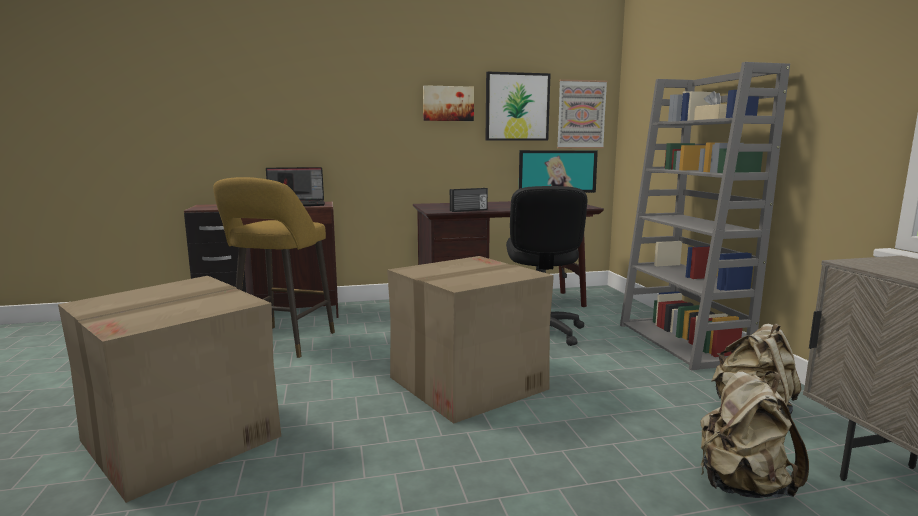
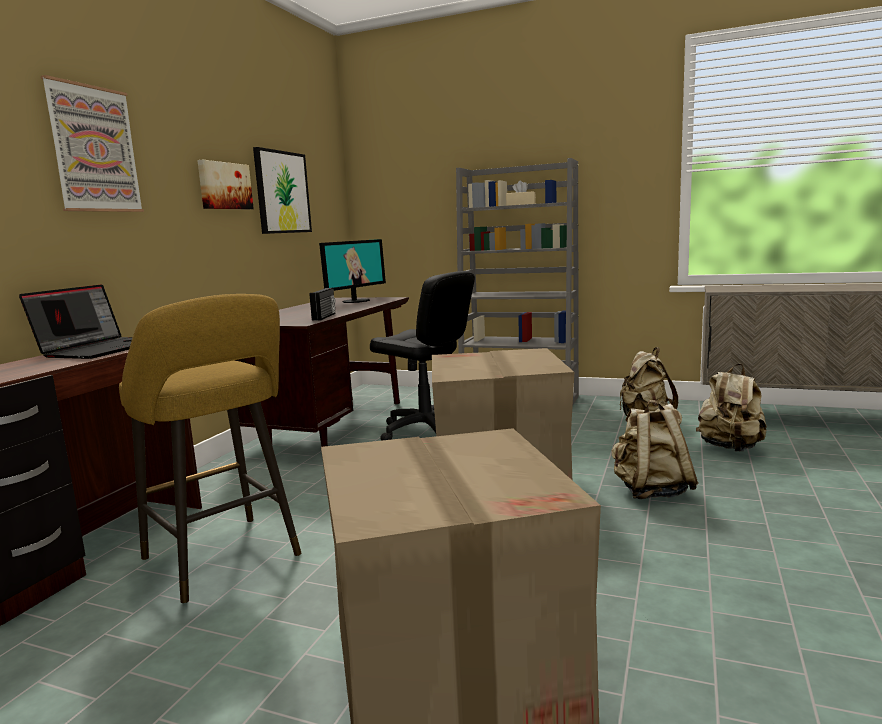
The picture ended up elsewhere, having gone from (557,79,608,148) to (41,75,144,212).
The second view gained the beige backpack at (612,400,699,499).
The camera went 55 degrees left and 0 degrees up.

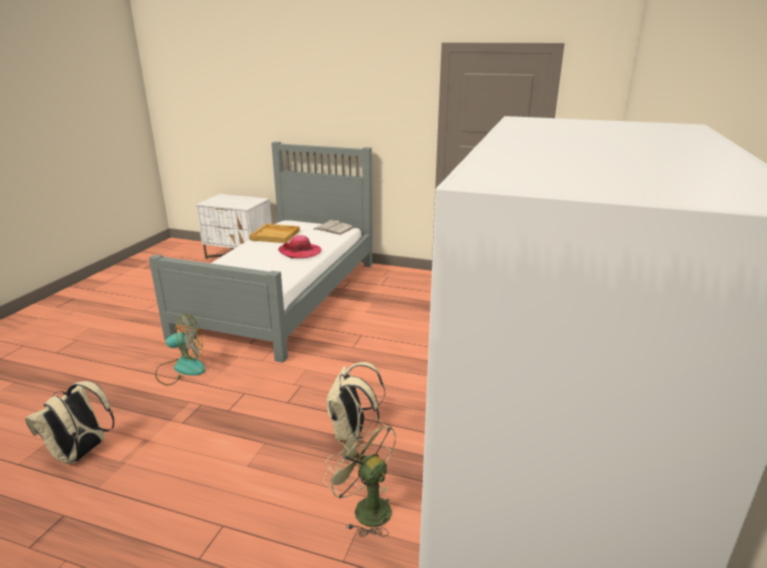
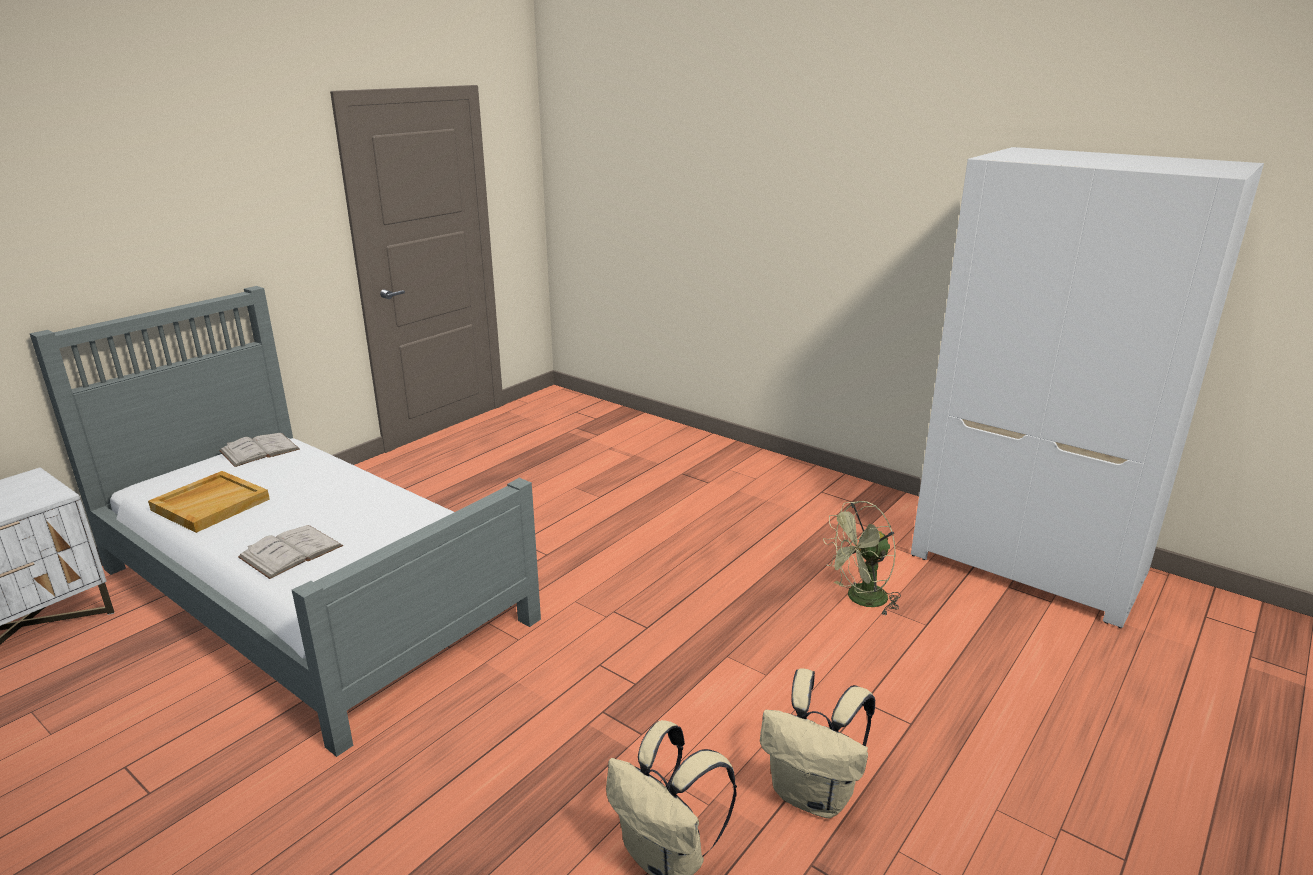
The second view lost the fan at (155,314,205,386).
The second view lost the hat at (278,235,322,258).
The beige backpack ended up elsewhere, having gone from (327,362,385,442) to (760,668,875,818).
The second view gained the white book at (238,525,343,579).
The camera went 70 degrees left and 0 degrees up.

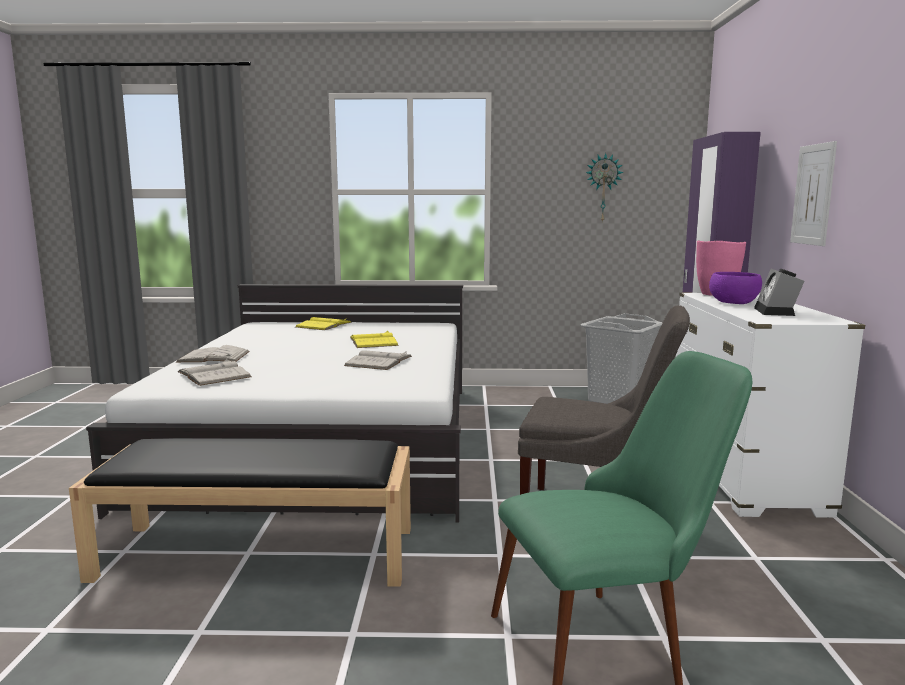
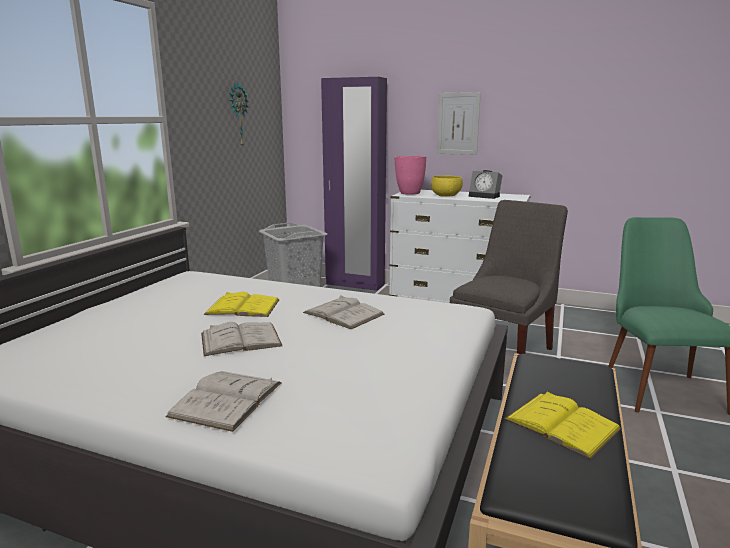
The white book ended up elsewhere, having gone from (178,359,252,386) to (201,322,283,356).
The yellow book ended up elsewhere, having gone from (296,317,352,330) to (504,392,621,459).
What was the purple bowl at (709,272,762,304) turned into the yellow bowl at (431,175,463,197).
The camera went 70 degrees left and 5 degrees up.

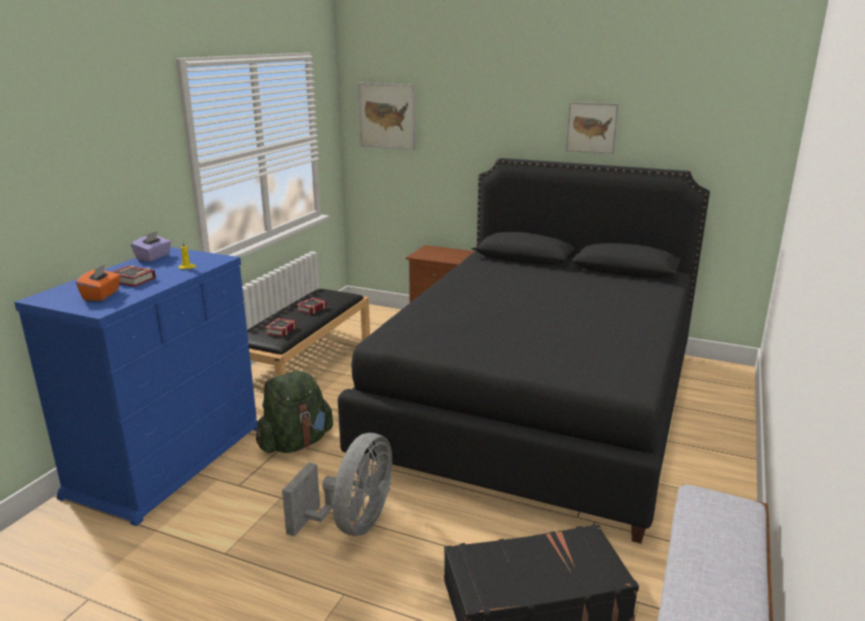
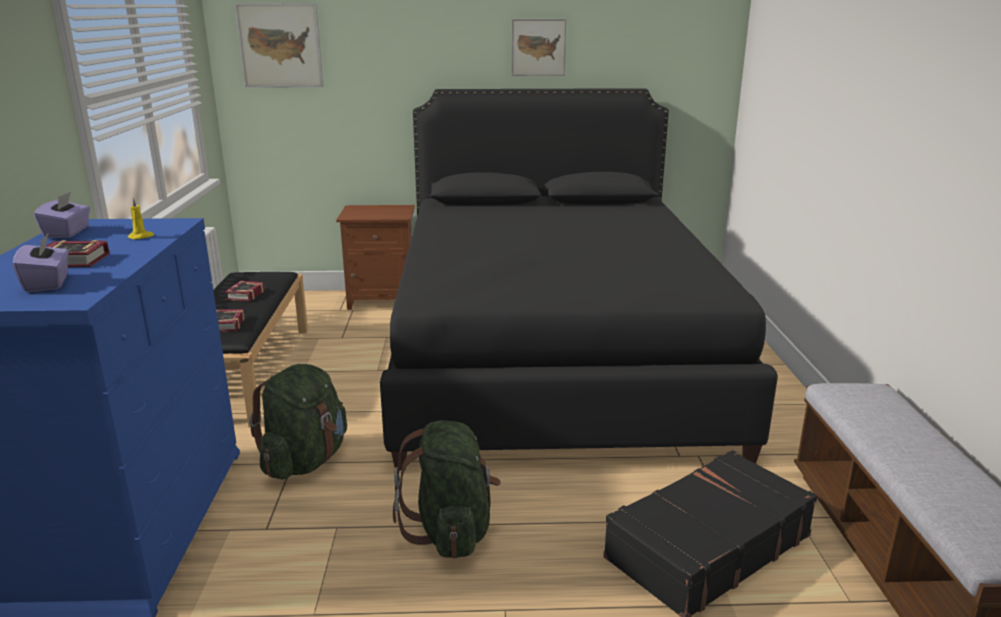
What was the orange tissue box at (76,264,120,301) turned into the purple tissue box at (13,234,69,292).
Where the grey fan stood at (282,433,392,537), the green backpack came to stand at (393,420,501,559).
The camera went 25 degrees left and 0 degrees up.

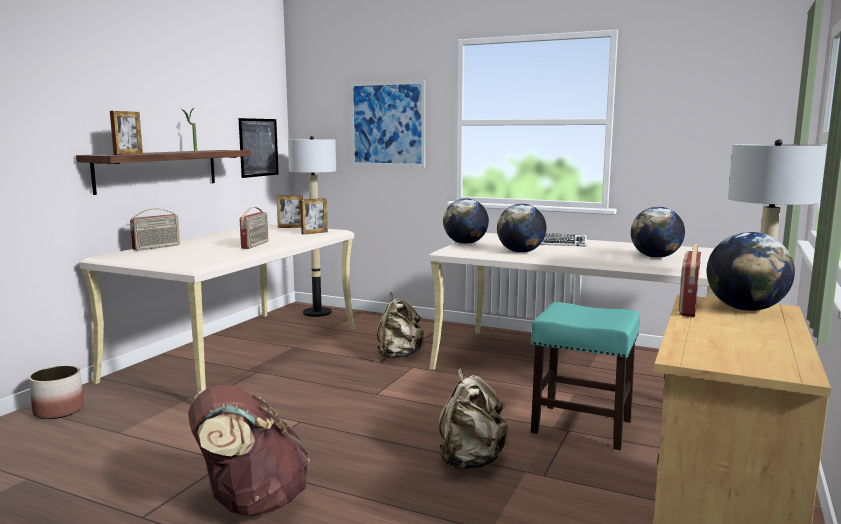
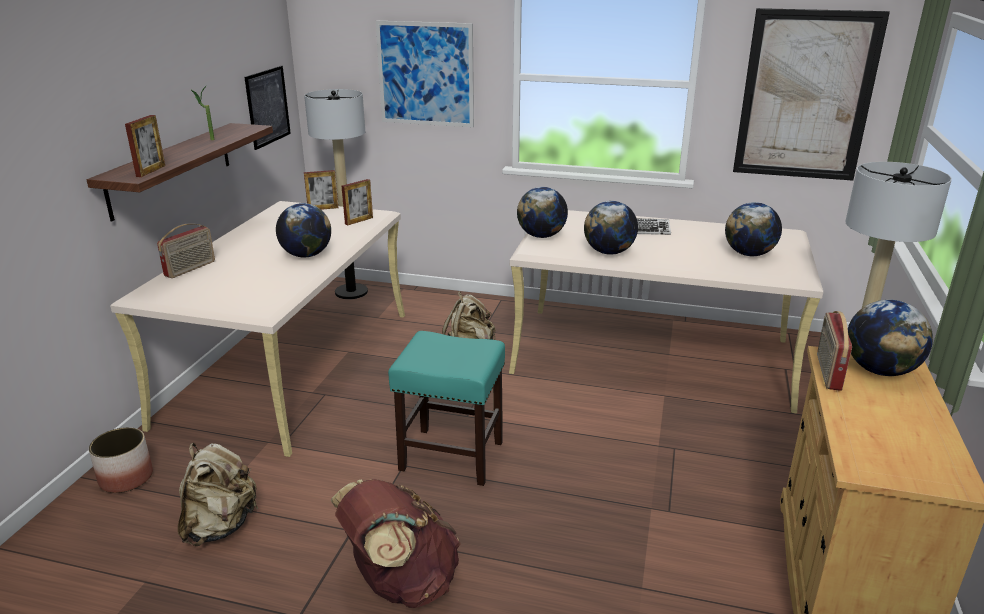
Where the radio stood at (240,207,268,249), the globe came to stand at (276,203,331,257).
The beige backpack ended up elsewhere, having gone from (438,368,509,470) to (178,443,258,546).
The turquoise stool ended up elsewhere, having gone from (531,302,640,450) to (388,331,505,486).
The second view gained the picture at (733,8,890,181).
The camera went 10 degrees left and 15 degrees up.

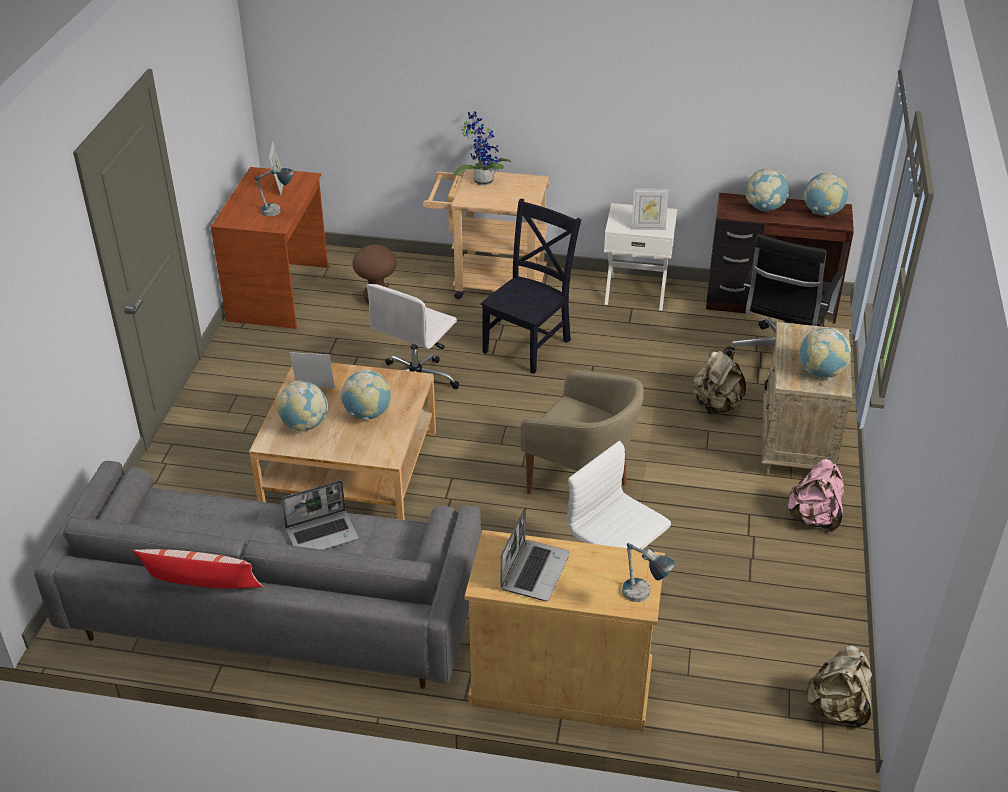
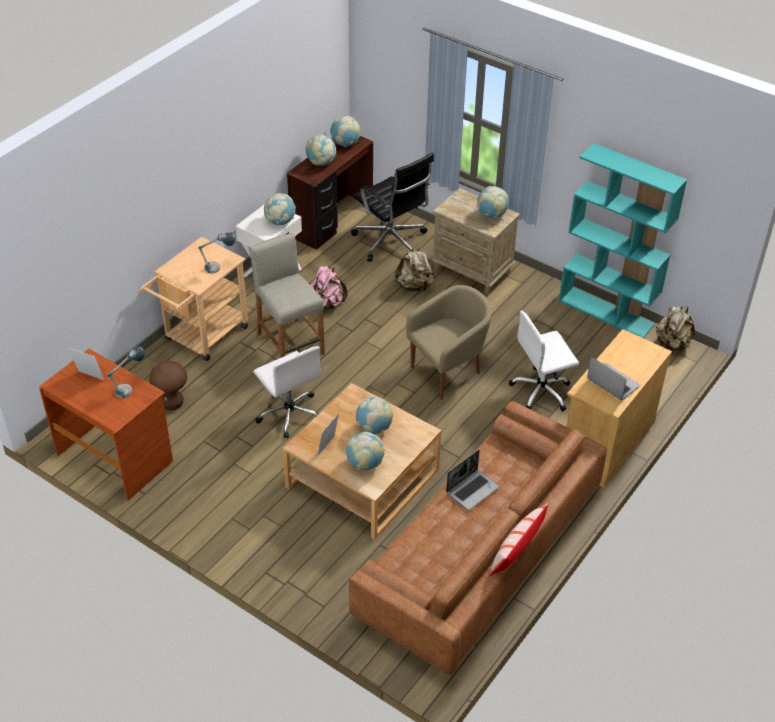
What was the grey sofa at (34,461,481,689) turned into the brown sofa at (349,401,607,675).
The laptop at (281,480,359,550) ended up facing another way, 45 degrees clockwise from before.
The second view lost the potted plant at (453,111,511,185).
Where the black chair stood at (481,198,581,374), the beige stool came to stand at (249,233,325,358).
The table lamp ended up elsewhere, having gone from (622,543,675,602) to (198,233,236,273).
Where the picture frame stood at (631,189,669,230), the globe came to stand at (264,193,296,225).
The pink backpack ended up elsewhere, having gone from (787,459,844,532) to (310,265,347,310).
The second view gained the turquoise bookcase at (559,143,687,338).
The camera went 65 degrees left and 5 degrees up.

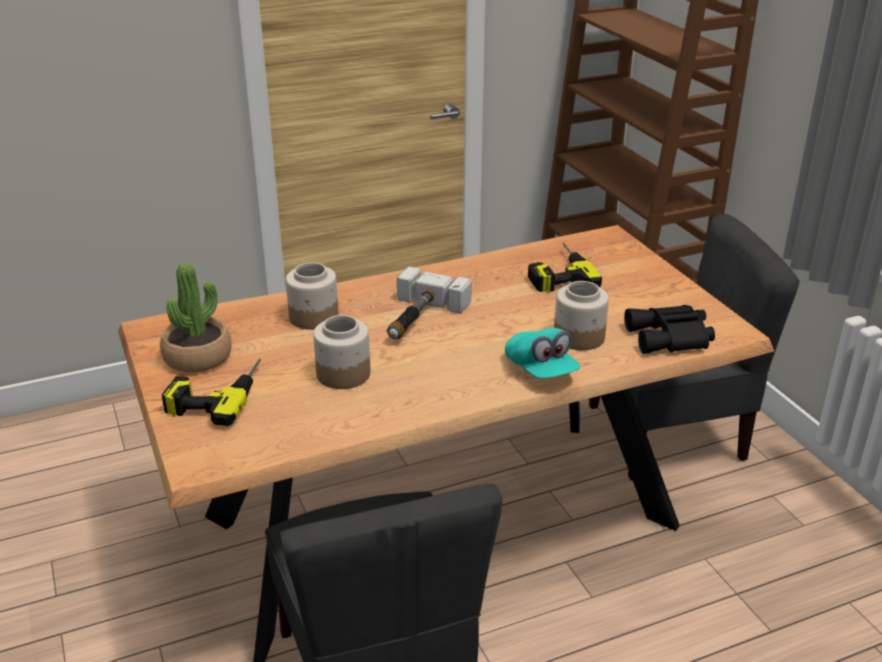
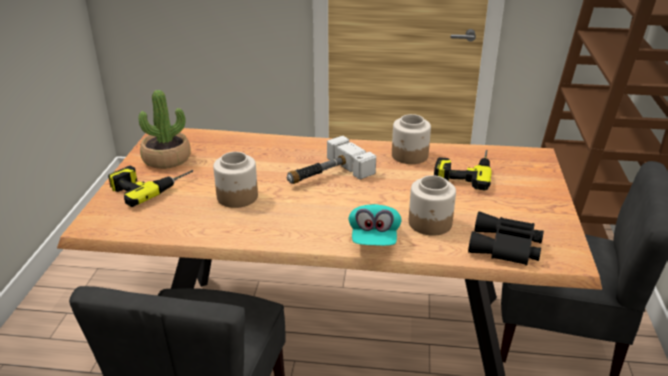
The jar ended up elsewhere, having gone from (286,262,338,330) to (392,114,431,164).
The camera went 30 degrees right and 0 degrees up.

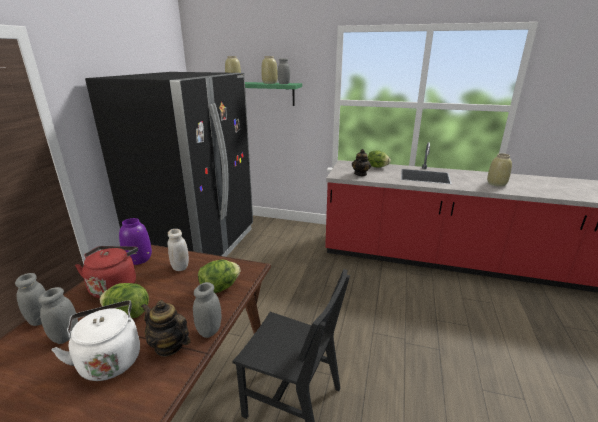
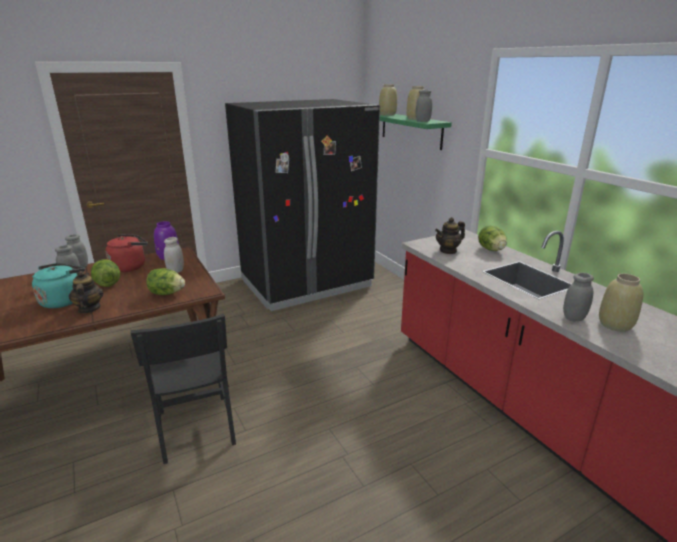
What was the white kettle at (51,300,140,381) turned into the turquoise kettle at (32,263,85,308).
The grey jar ended up elsewhere, having gone from (193,282,221,338) to (563,273,594,321).
The camera went 45 degrees right and 0 degrees up.

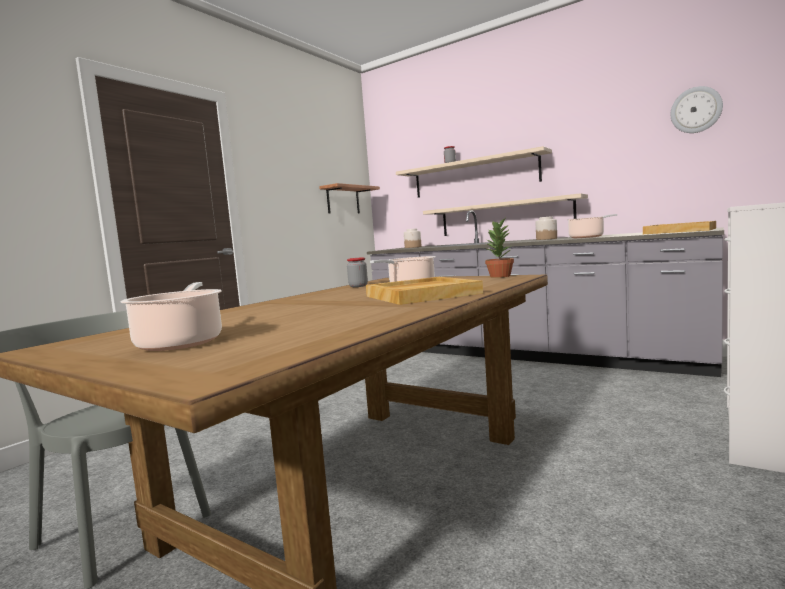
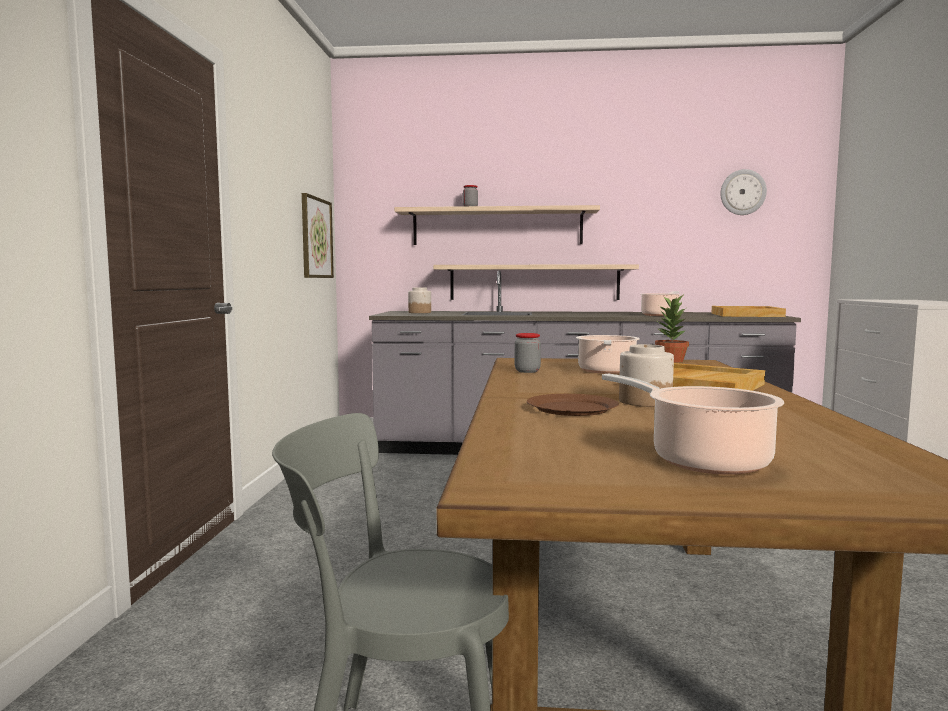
Where the shelf hung at (319,183,380,213), the picture came to hang at (302,193,334,278).
The jar ended up elsewhere, having gone from (535,216,557,240) to (619,344,674,407).
The second view gained the brown plate at (527,394,619,416).
The camera went 30 degrees left and 0 degrees up.

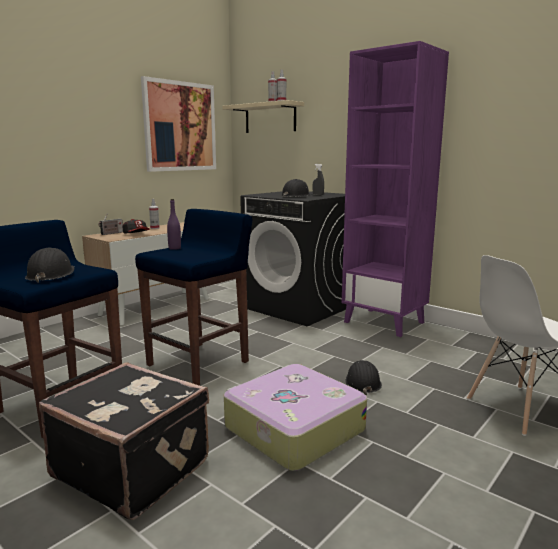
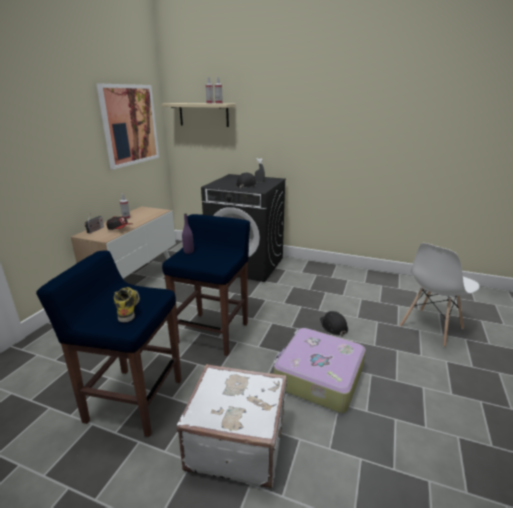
Where the black hard hat stood at (25,248,74,283), the boot came to stand at (114,287,140,322).
What was the black suitcase at (39,362,209,520) turned into the white suitcase at (176,364,287,488).
The second view lost the purple bookcase at (342,41,449,337).
The camera went 20 degrees left and 10 degrees up.

